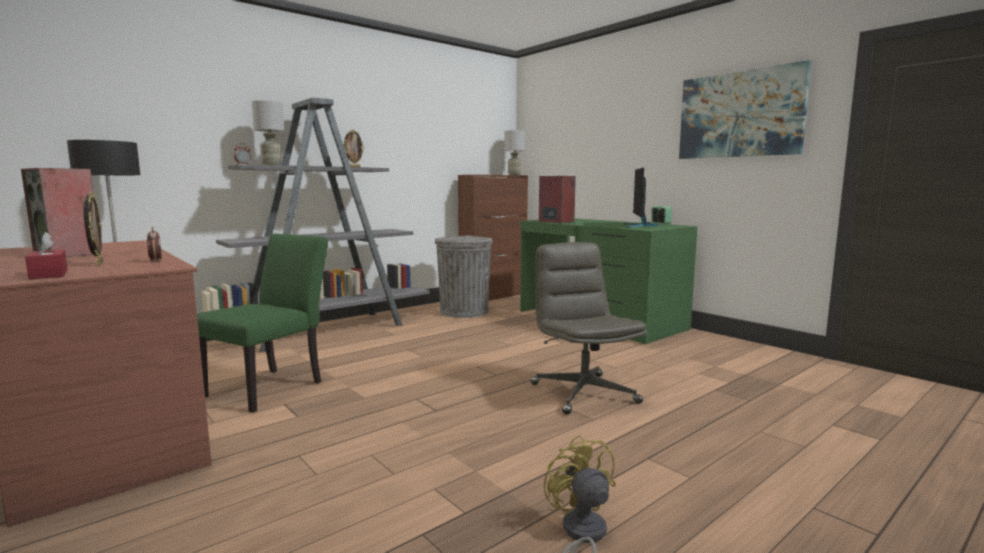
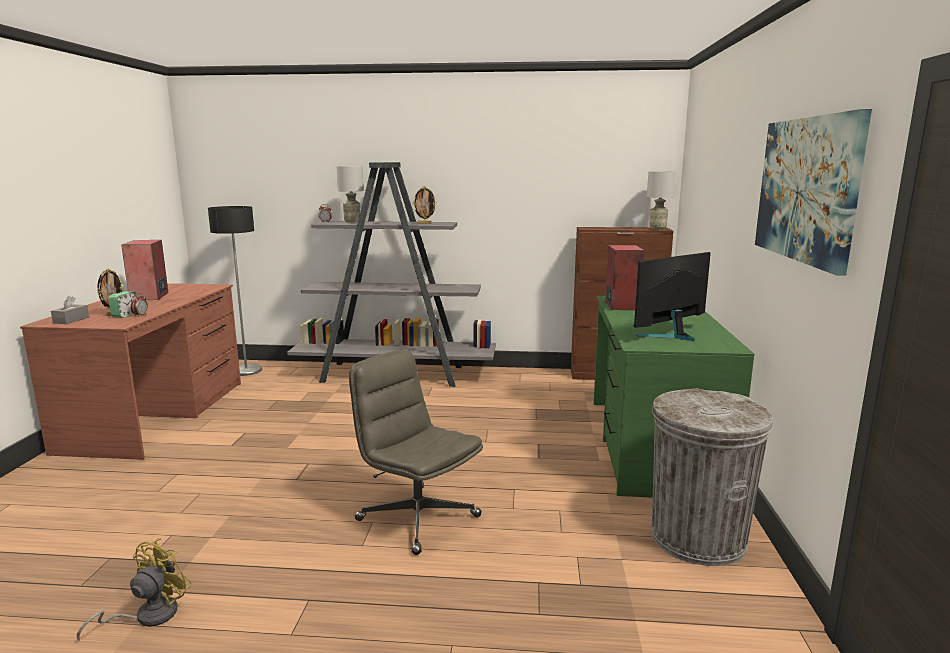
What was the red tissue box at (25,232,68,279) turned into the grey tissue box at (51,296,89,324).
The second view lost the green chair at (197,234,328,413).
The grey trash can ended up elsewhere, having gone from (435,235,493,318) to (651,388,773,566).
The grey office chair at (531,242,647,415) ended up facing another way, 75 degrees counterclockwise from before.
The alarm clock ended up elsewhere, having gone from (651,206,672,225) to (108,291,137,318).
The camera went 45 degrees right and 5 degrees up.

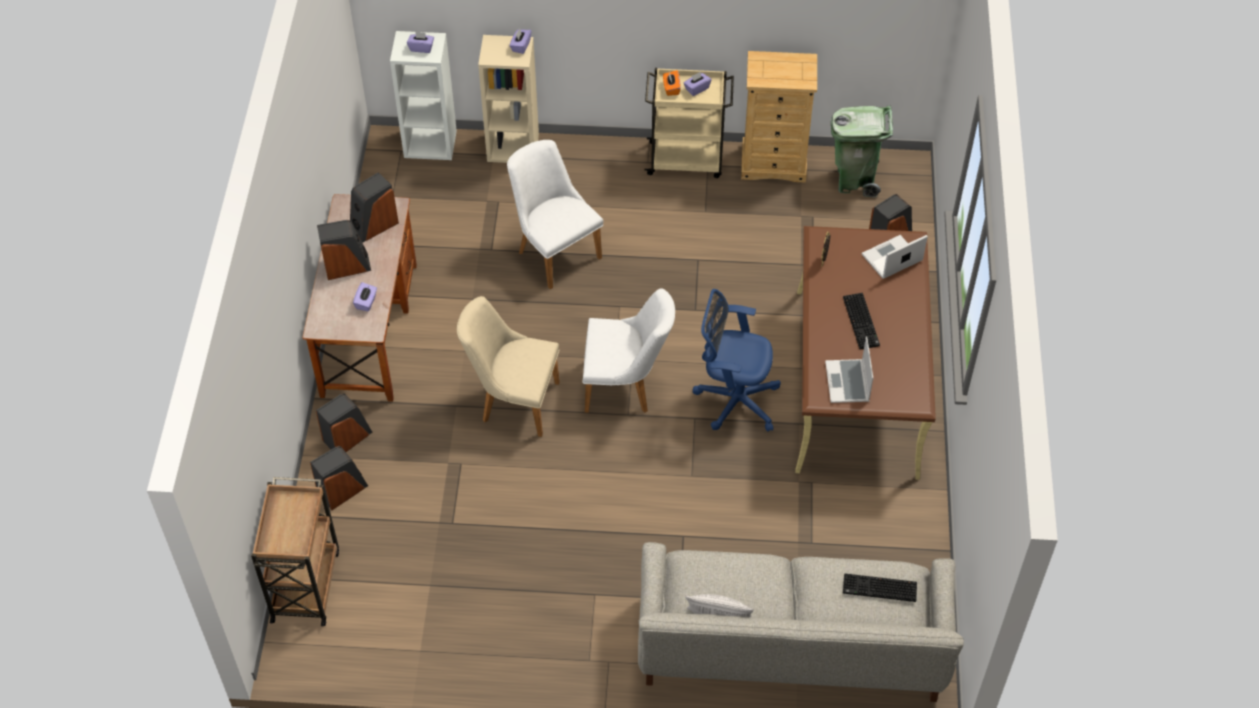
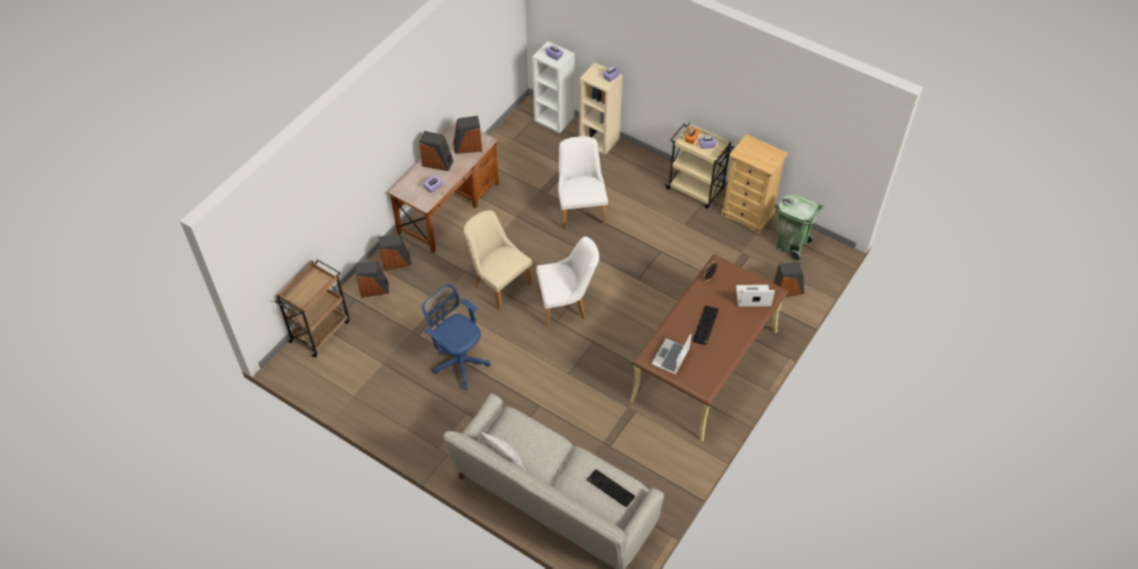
The white chair at (582,288,675,413) ended up facing another way, 45 degrees counterclockwise from before.
The blue office chair ended up elsewhere, having gone from (692,289,781,432) to (422,283,490,390).
The camera went 30 degrees right and 0 degrees up.

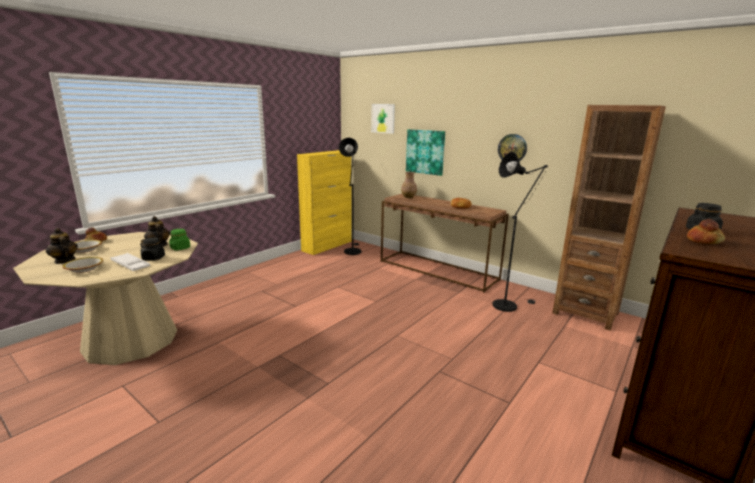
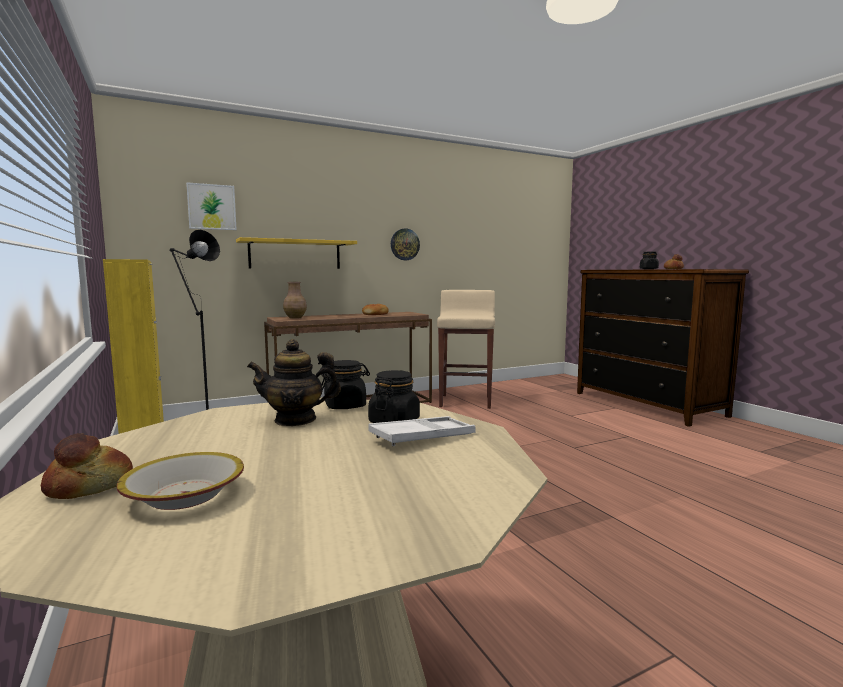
The second view lost the teapot at (46,228,78,264).
The second view lost the bowl at (62,257,103,273).
What was the green jar at (169,229,191,250) turned into the black jar at (321,360,370,409).
Where the picture hung at (406,129,445,176), the yellow shelf came to hang at (236,237,357,269).
Where the black floor lamp stood at (492,152,548,312), the beige stool came to stand at (437,290,495,409).
The second view lost the brown bookcase at (552,105,666,331).
The camera went 65 degrees left and 10 degrees down.

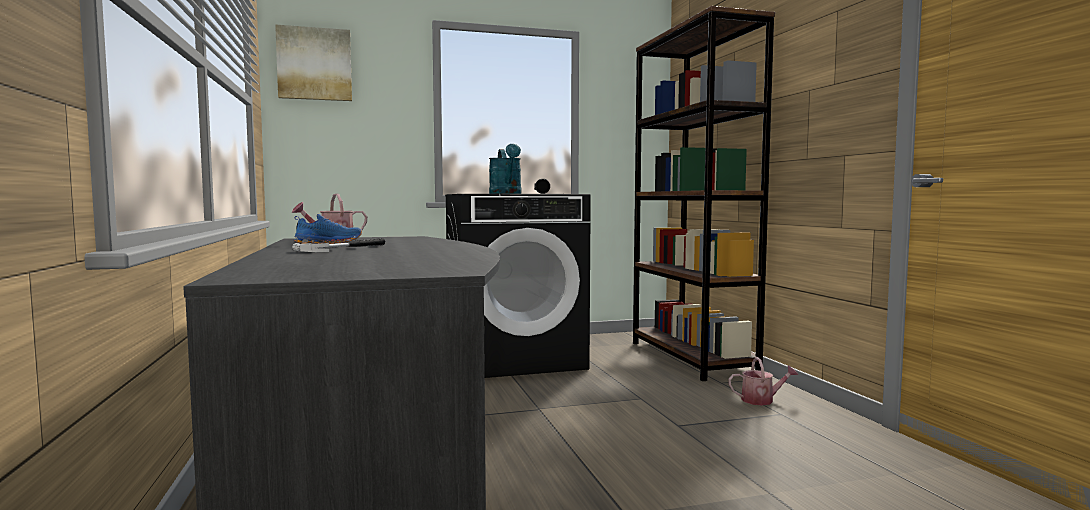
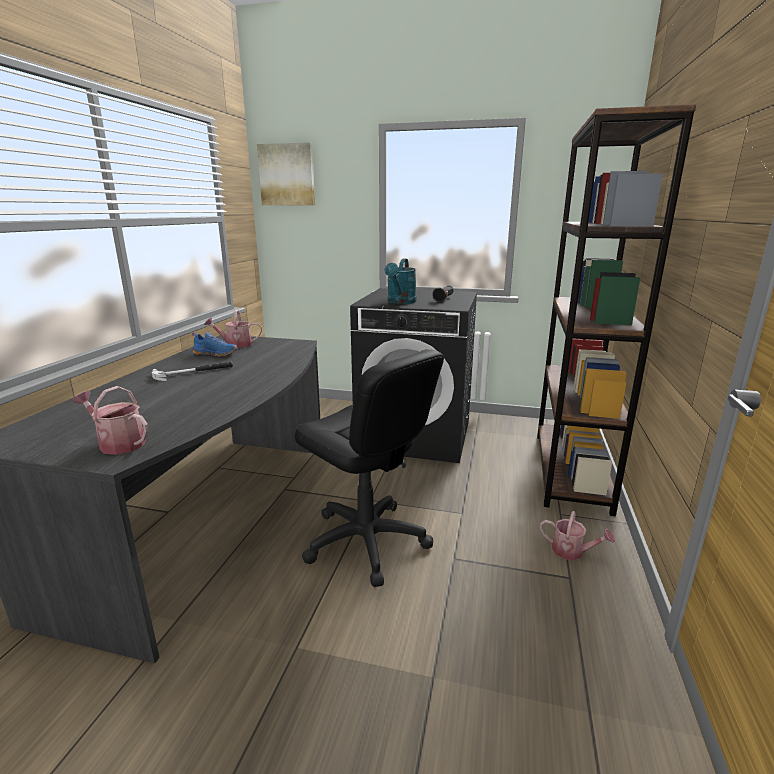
The second view gained the watering can at (72,386,149,455).
The second view gained the black office chair at (295,349,444,587).
The camera went 30 degrees right and 15 degrees up.

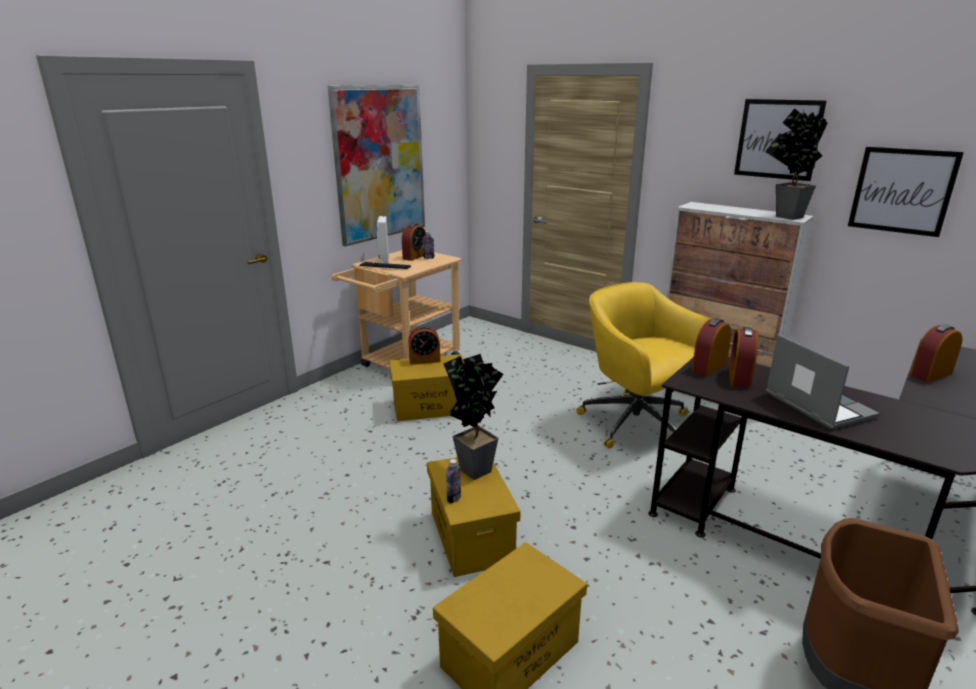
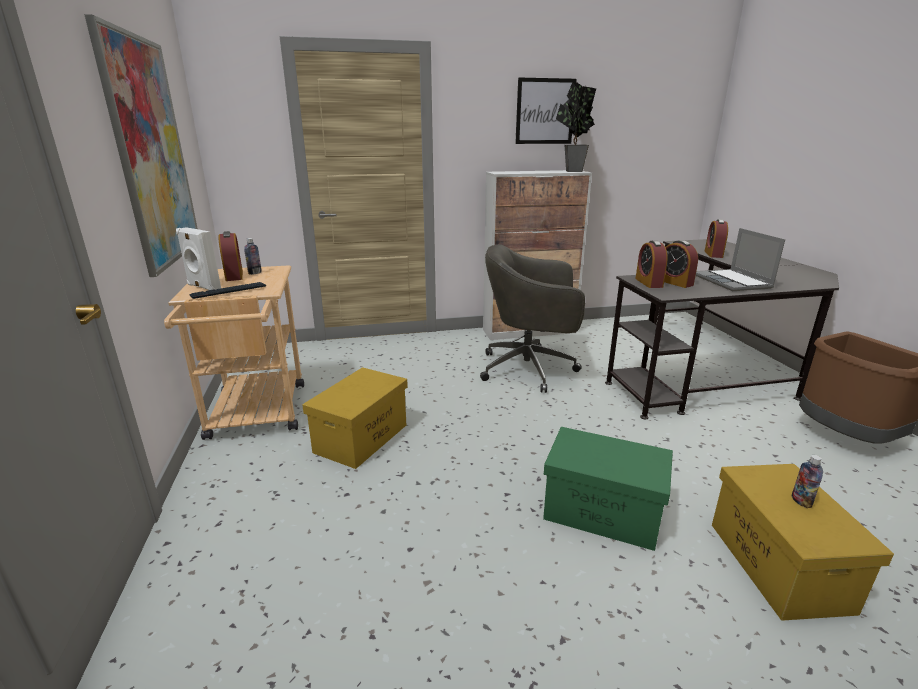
The second view lost the alarm clock at (409,325,440,365).
What was the yellow storage box at (427,457,521,577) turned into the green storage box at (543,427,673,551).
The second view lost the potted plant at (444,354,503,480).
The bottle ended up elsewhere, having gone from (446,459,461,503) to (792,455,823,508).
What was the yellow office chair at (576,282,711,449) turned into the grey office chair at (480,244,585,393).
The laptop at (766,334,880,429) ended up facing another way, 120 degrees counterclockwise from before.
The second view lost the picture at (848,147,964,237).
The camera went 50 degrees left and 0 degrees up.

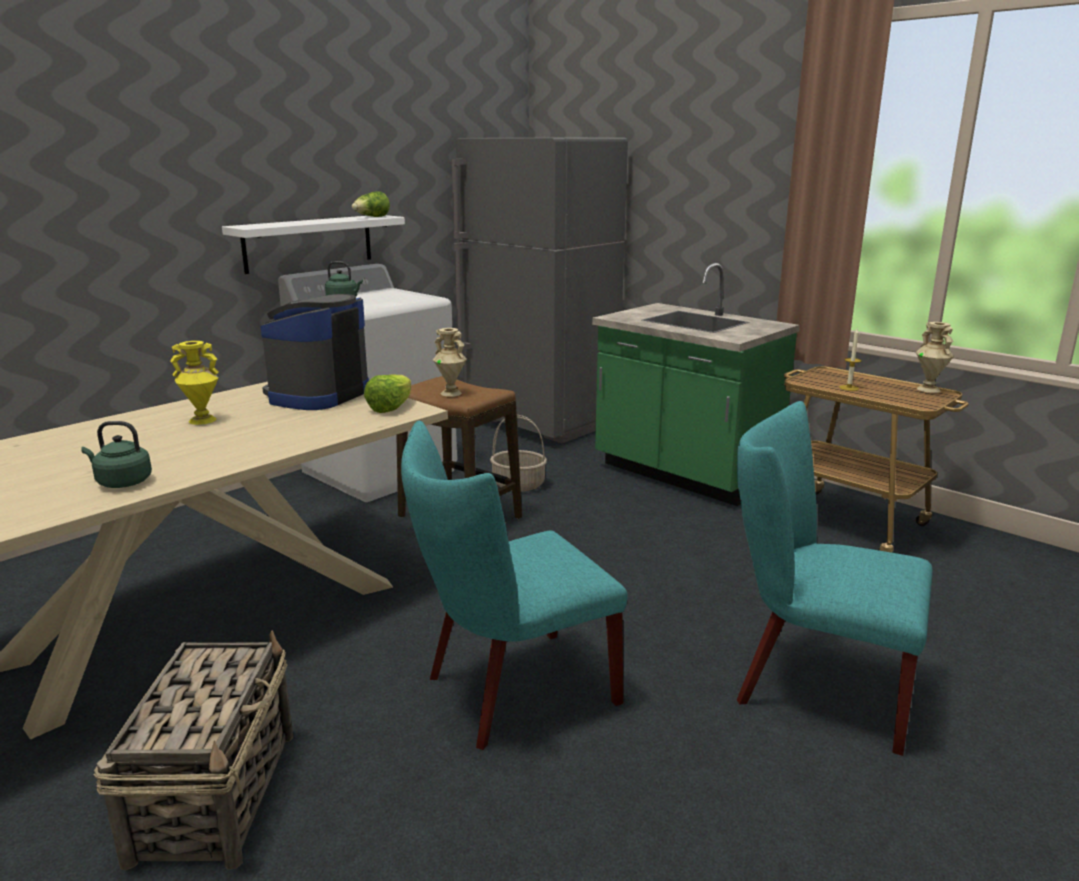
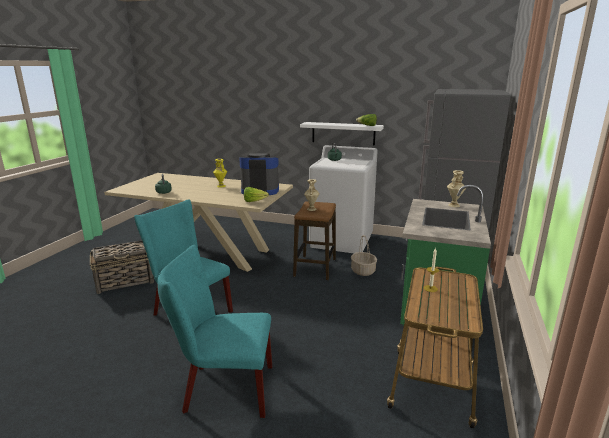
The turquoise chair at (737,401,933,756) ended up facing another way, 90 degrees counterclockwise from before.
The beige vase ended up elsewhere, having gone from (916,322,954,393) to (447,170,466,207).
The camera went 65 degrees right and 0 degrees up.

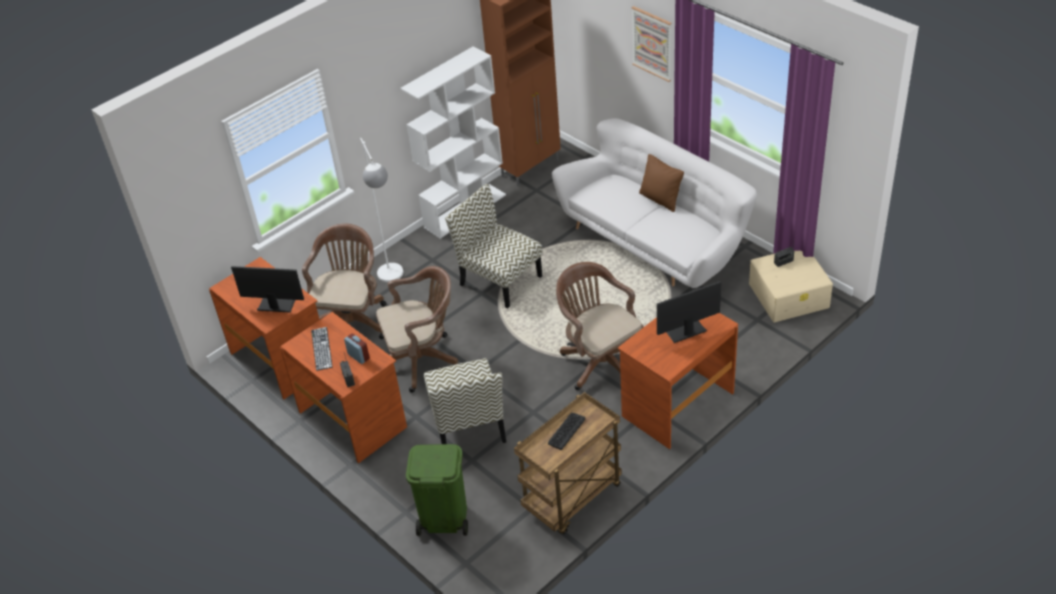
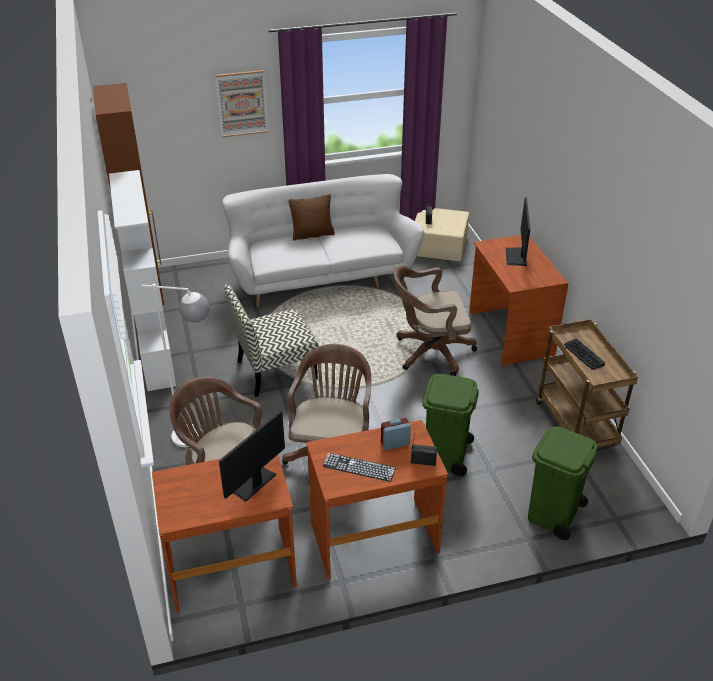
Where the chair stood at (424,358,506,444), the green trash can came to stand at (423,374,479,477).
The camera went 65 degrees left and 5 degrees down.

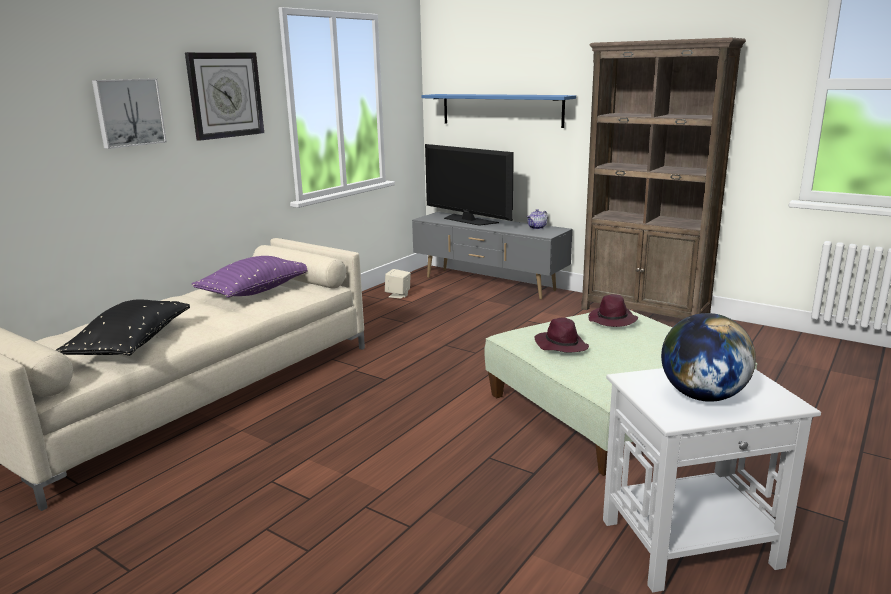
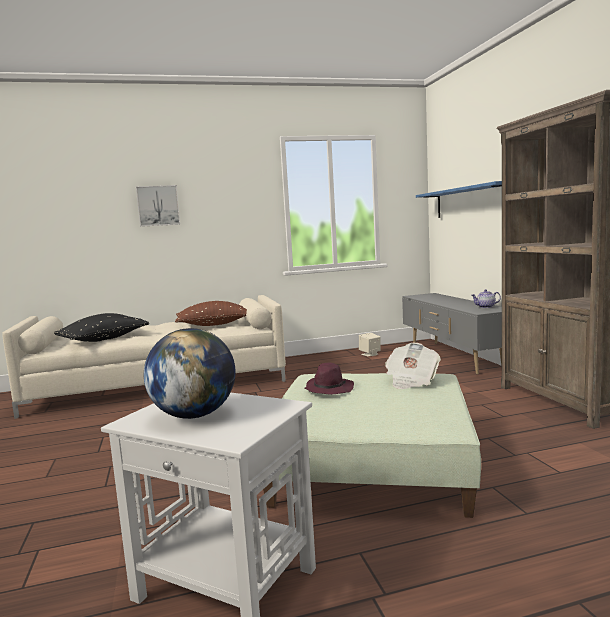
The second view lost the wall clock at (185,52,264,141).
What was the purple pillow at (192,256,308,298) turned into the brown pillow at (175,301,247,326).
The second view lost the television at (425,144,514,226).
Where the purple hat stood at (589,294,638,327), the newspaper came to stand at (385,343,441,389).
The camera went 40 degrees right and 10 degrees down.

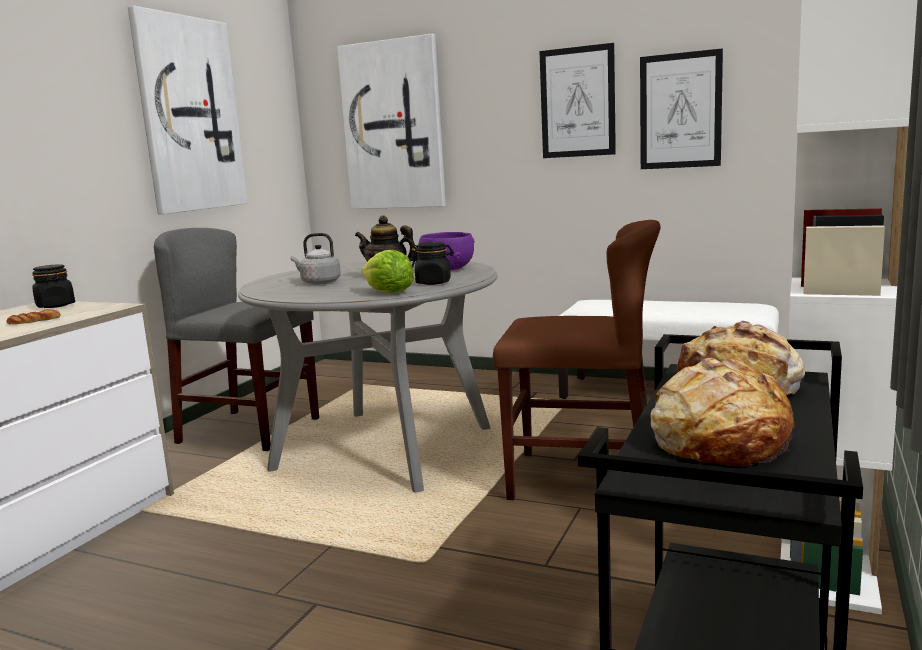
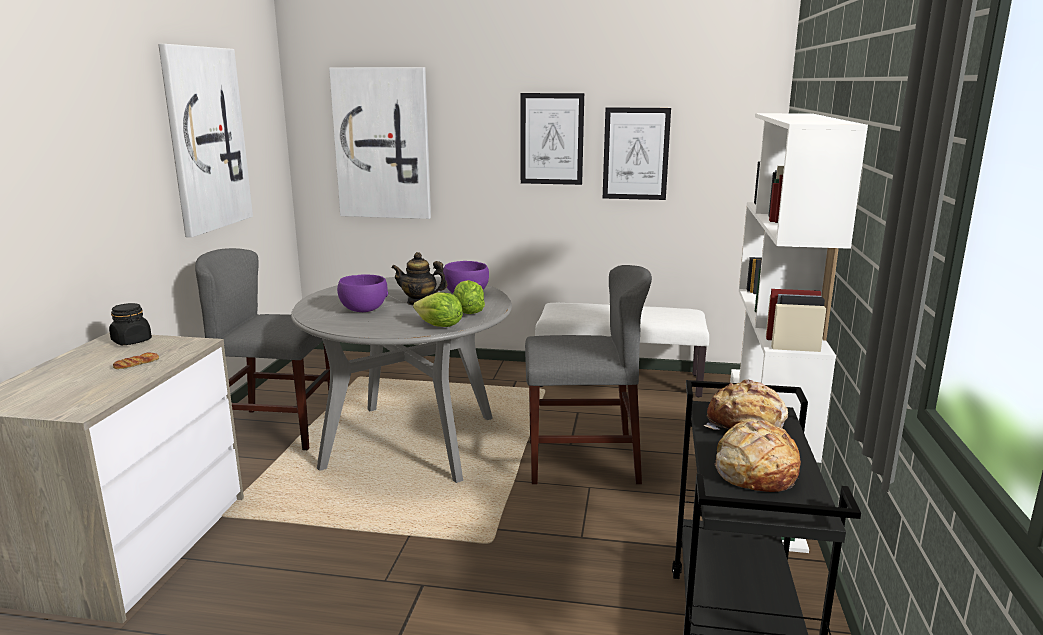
Where the grey kettle stood at (291,233,341,285), the purple bowl came to stand at (337,274,388,312).
Where the black jar stood at (411,242,454,285), the lettuce came to stand at (453,280,485,314).
What was the brown chair at (493,220,661,500) turned into the grey chair at (525,265,652,484).
The camera went 15 degrees left and 5 degrees up.

